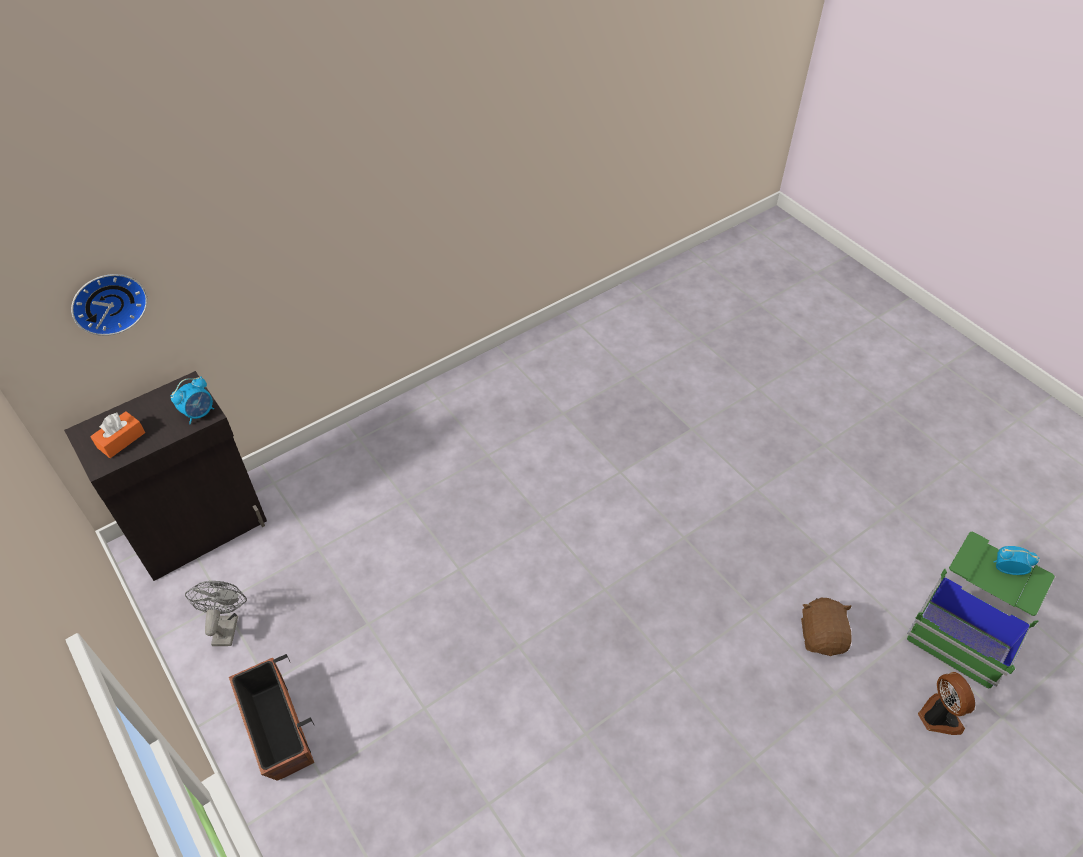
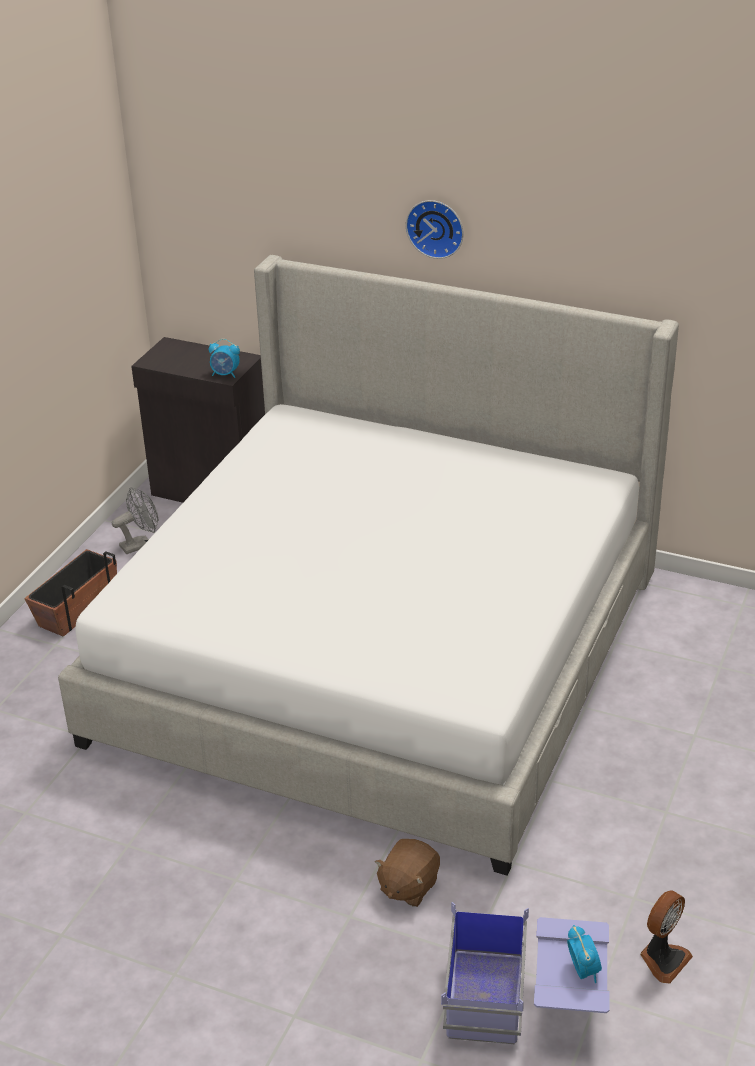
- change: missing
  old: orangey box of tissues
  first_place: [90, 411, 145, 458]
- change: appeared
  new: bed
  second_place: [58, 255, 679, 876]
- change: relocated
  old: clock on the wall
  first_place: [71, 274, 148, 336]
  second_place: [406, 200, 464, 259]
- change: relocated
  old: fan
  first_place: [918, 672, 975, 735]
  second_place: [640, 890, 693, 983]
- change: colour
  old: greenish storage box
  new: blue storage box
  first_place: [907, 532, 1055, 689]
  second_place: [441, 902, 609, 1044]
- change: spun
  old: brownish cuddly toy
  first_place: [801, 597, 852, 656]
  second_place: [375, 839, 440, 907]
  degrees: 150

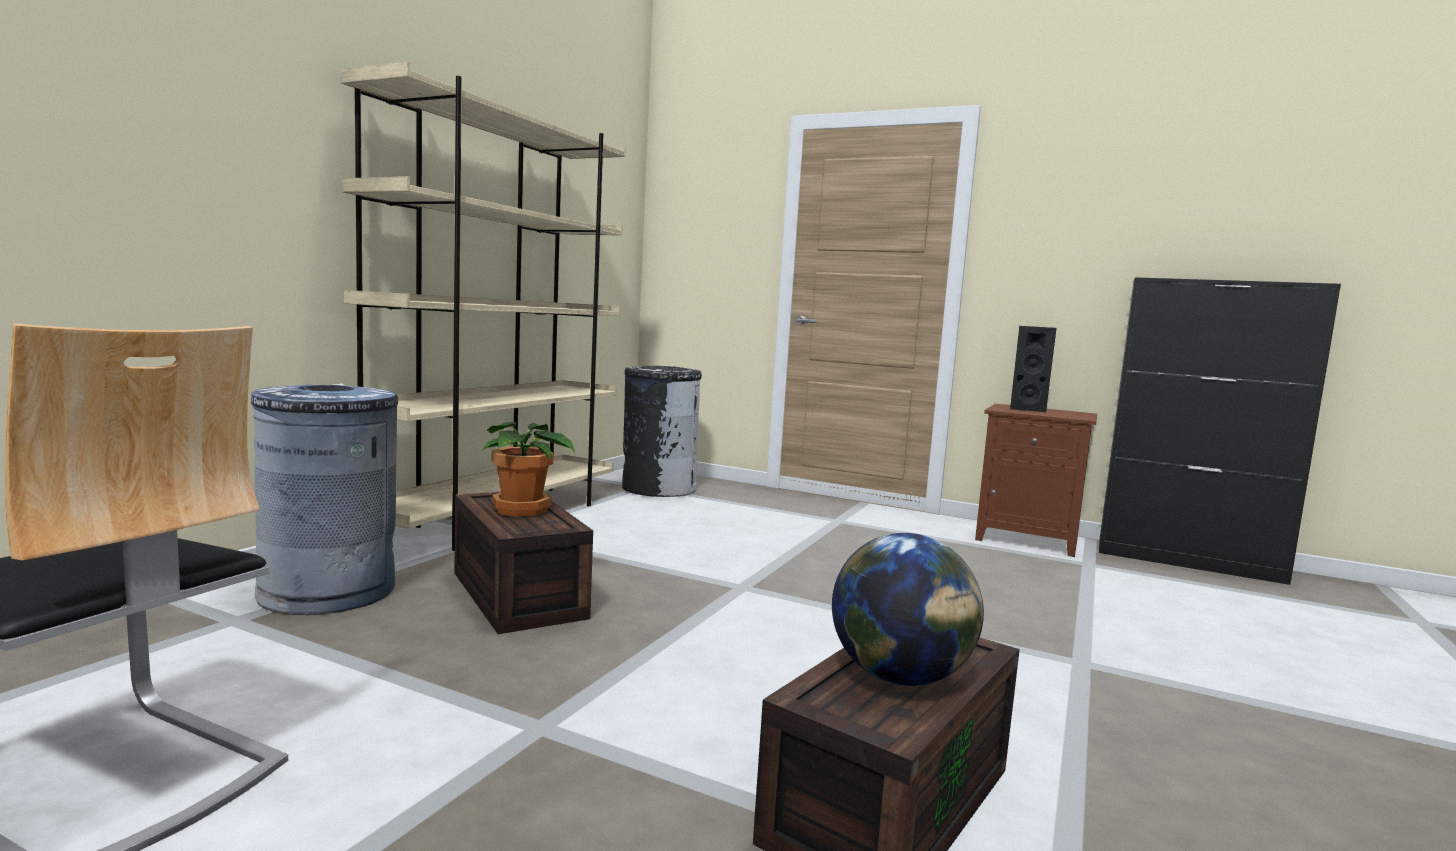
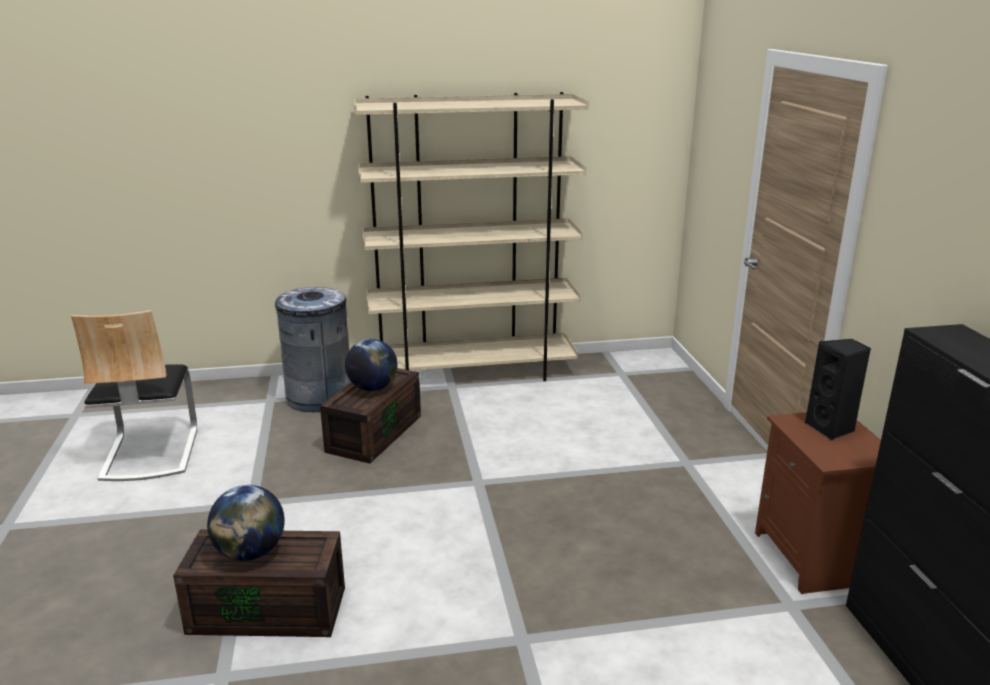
- change: missing
  old: blackish waste bin
  first_place: [622, 366, 702, 497]
- change: exchanged
  old: houseplant
  new: desk globe
  first_place: [483, 422, 575, 517]
  second_place: [345, 339, 398, 391]

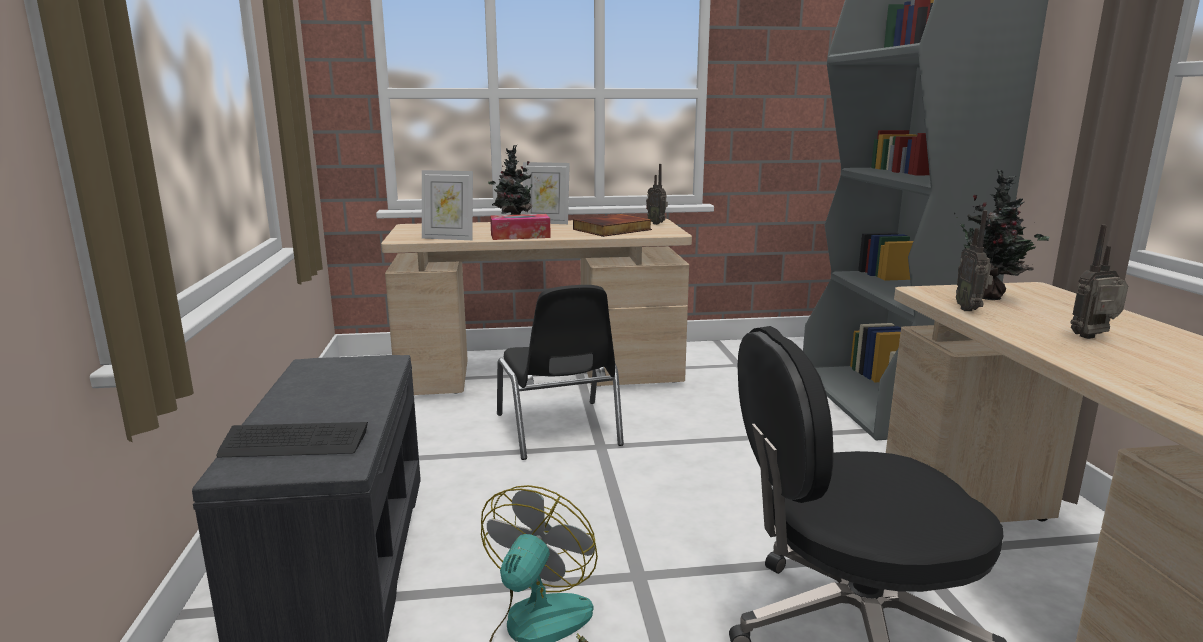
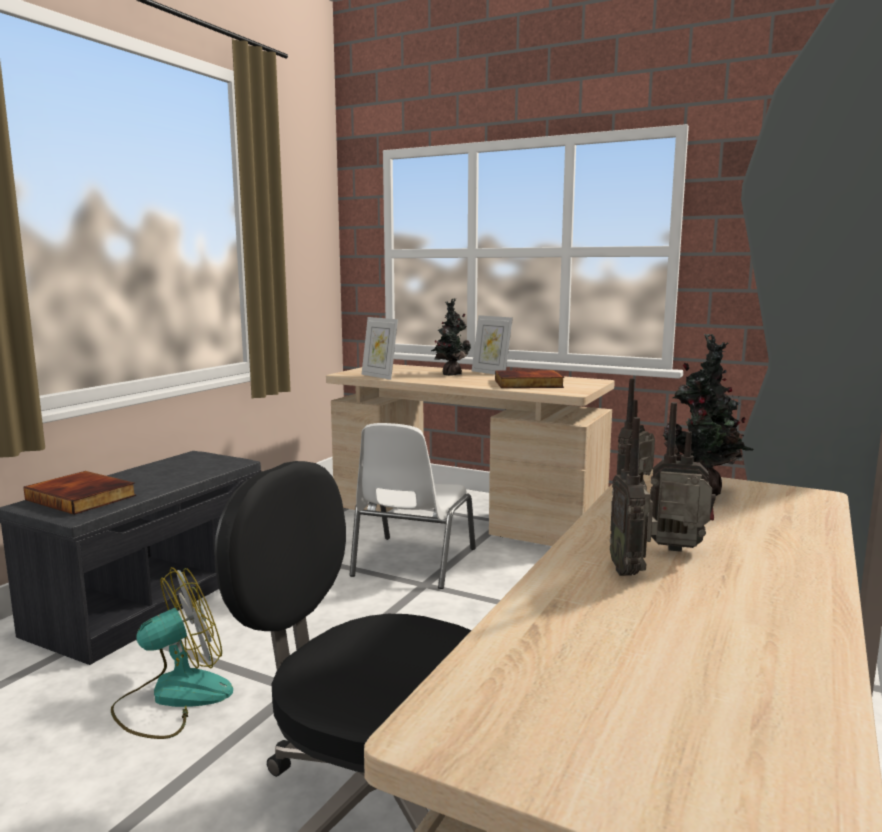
- change: missing
  old: box of tissues
  first_place: [490, 214, 551, 240]
- change: relocated
  old: radio set
  first_place: [646, 164, 668, 225]
  second_place: [610, 417, 658, 576]
- change: exchanged
  old: keyboard
  new: book
  first_place: [216, 422, 368, 457]
  second_place: [23, 471, 136, 515]
- change: colour
  old: blackish chair
  new: whitish chair
  first_place: [497, 285, 624, 460]
  second_place: [350, 423, 476, 589]

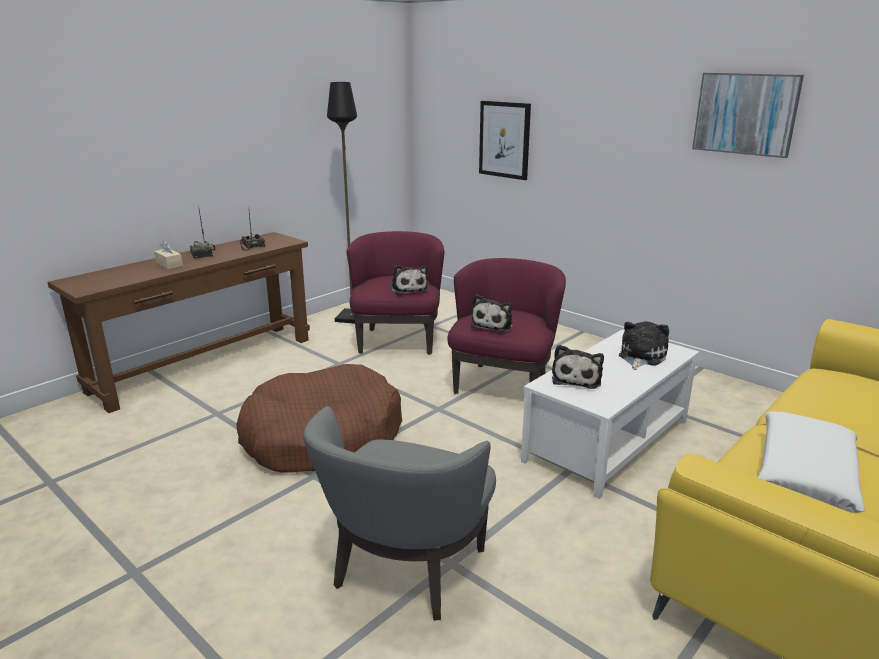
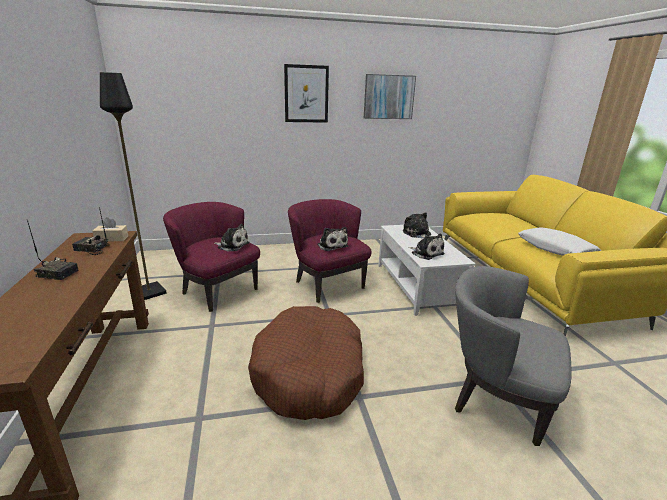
- change: relocated
  old: sand-coloured box of tissues
  first_place: [154, 241, 183, 269]
  second_place: [93, 217, 128, 242]
- change: relocated
  old: wall art
  first_place: [479, 101, 531, 180]
  second_place: [284, 64, 329, 123]
- change: spun
  old: gray lounge chair
  first_place: [303, 406, 496, 621]
  second_place: [455, 266, 572, 446]
  degrees: 150

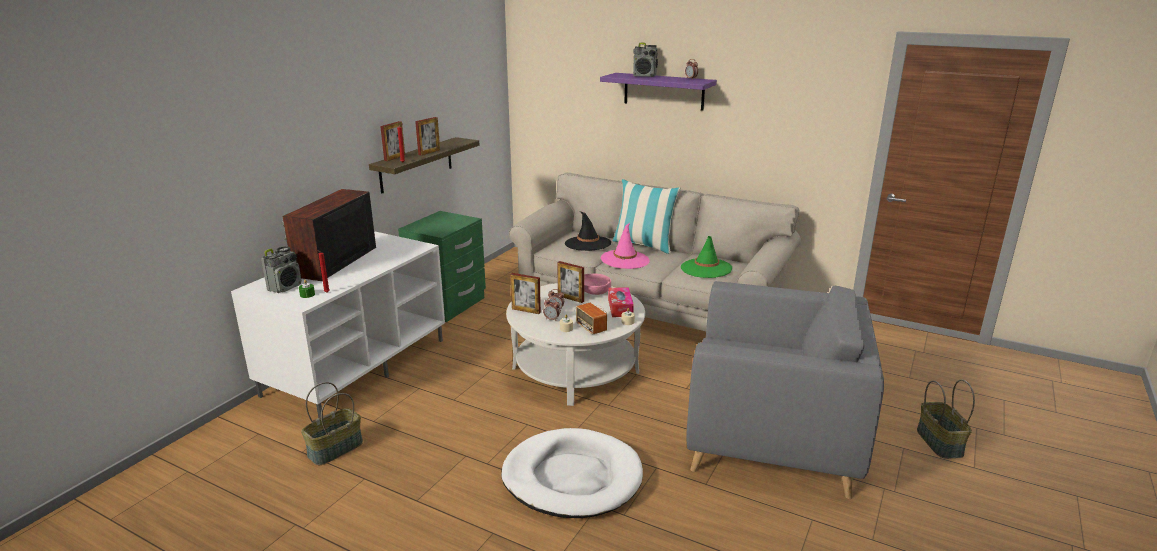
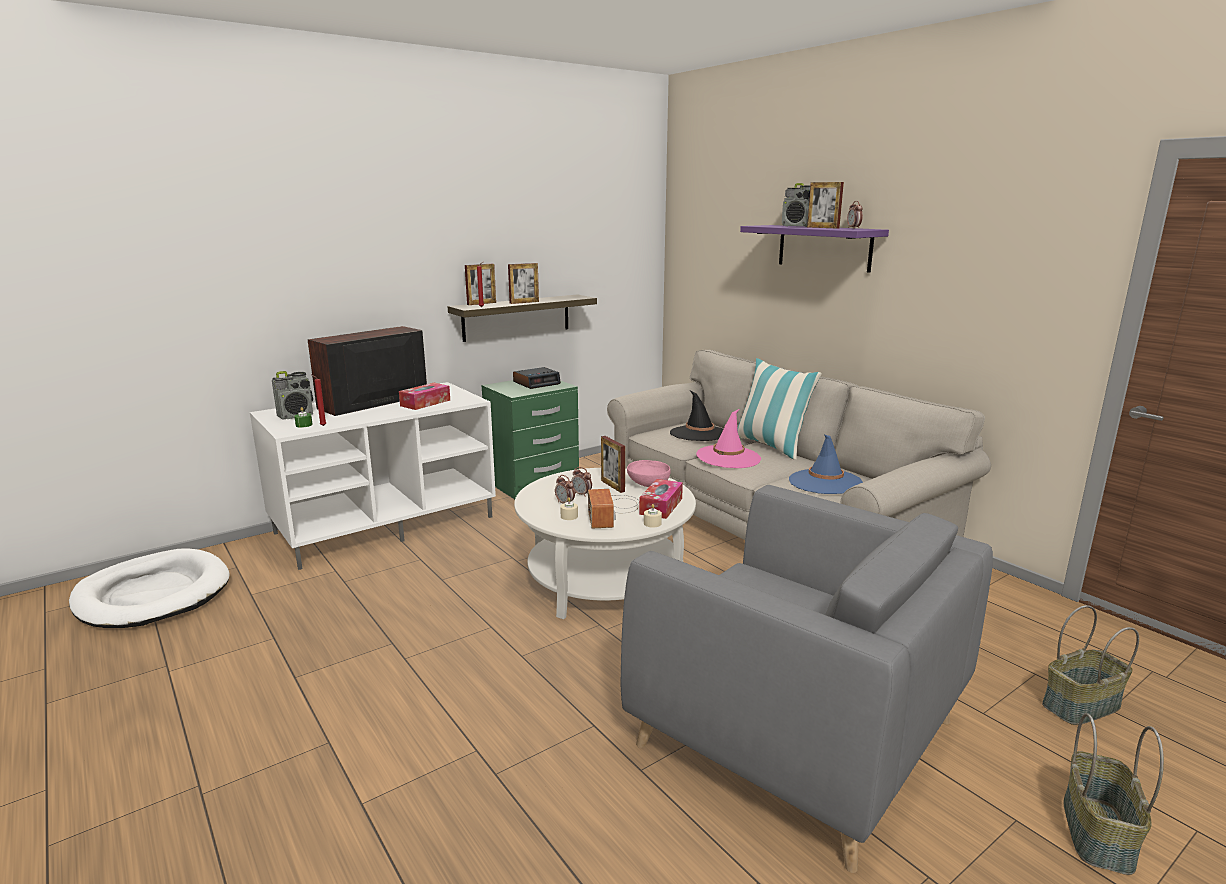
- change: appeared
  new: box of tissues
  second_place: [399, 383, 450, 410]
- change: appeared
  new: bedside clock
  second_place: [513, 367, 561, 389]
- change: relocated
  old: storage basket
  first_place: [301, 382, 363, 465]
  second_place: [1042, 605, 1139, 725]
- change: relocated
  old: whitish dog cushion
  first_place: [501, 428, 643, 518]
  second_place: [69, 548, 229, 628]
- change: relocated
  old: picture frame
  first_place: [510, 273, 541, 314]
  second_place: [807, 182, 844, 228]
- change: colour
  old: greenish hat
  new: blue hat
  first_place: [681, 236, 732, 278]
  second_place: [789, 434, 863, 494]

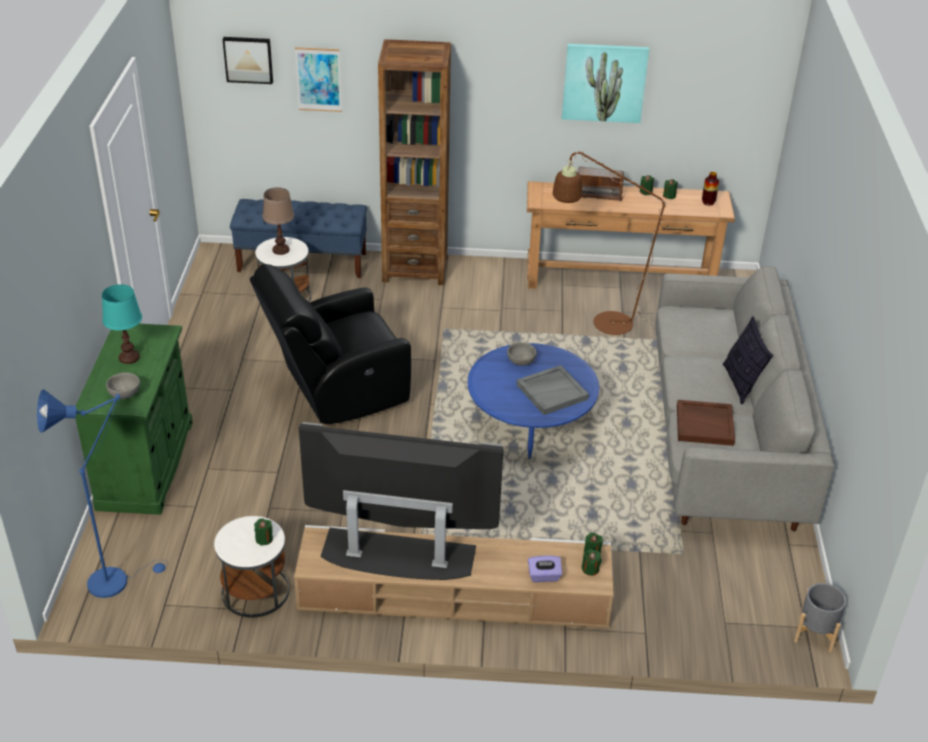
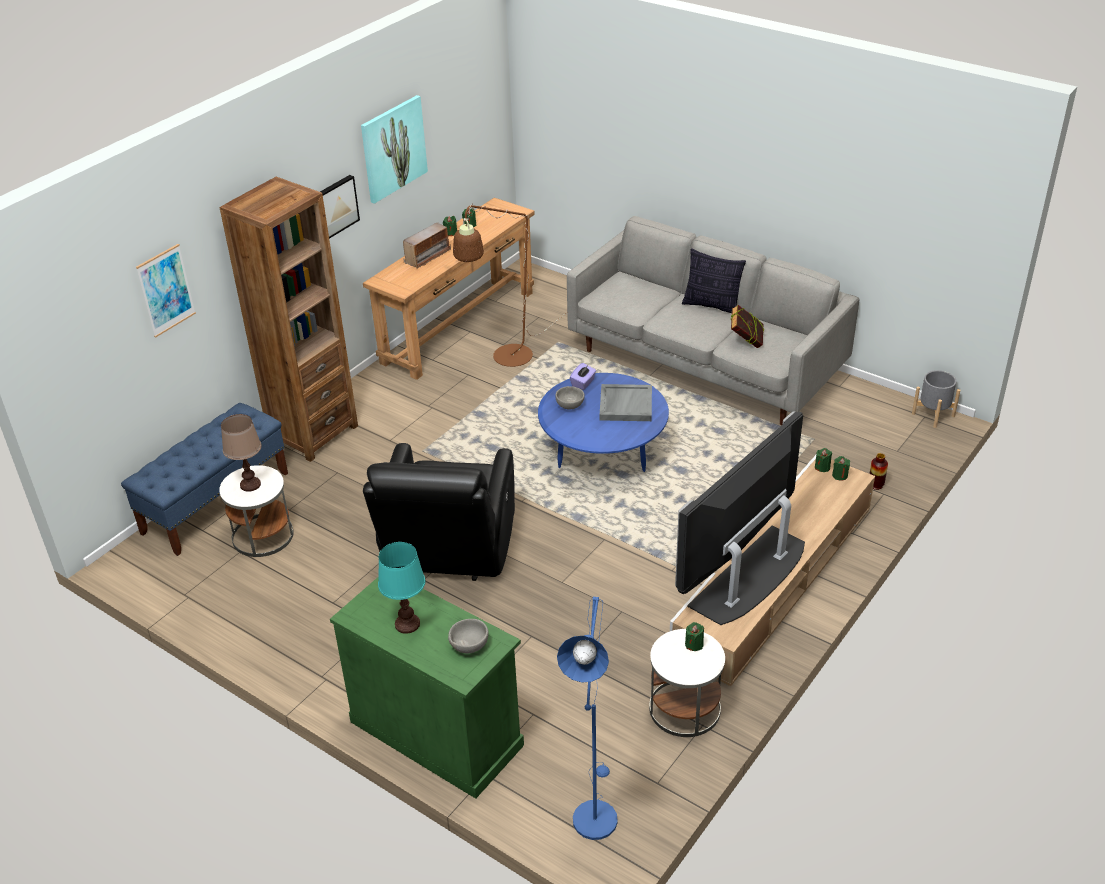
- change: relocated
  old: wall art
  first_place: [223, 37, 273, 84]
  second_place: [320, 175, 360, 239]
- change: relocated
  old: purplish box of tissues
  first_place: [528, 556, 562, 582]
  second_place: [570, 363, 596, 390]
- change: relocated
  old: flower vase
  first_place: [702, 172, 719, 206]
  second_place: [869, 453, 888, 490]
- change: exchanged
  old: brownish tray
  new: book
  first_place: [677, 400, 735, 446]
  second_place: [731, 305, 764, 348]

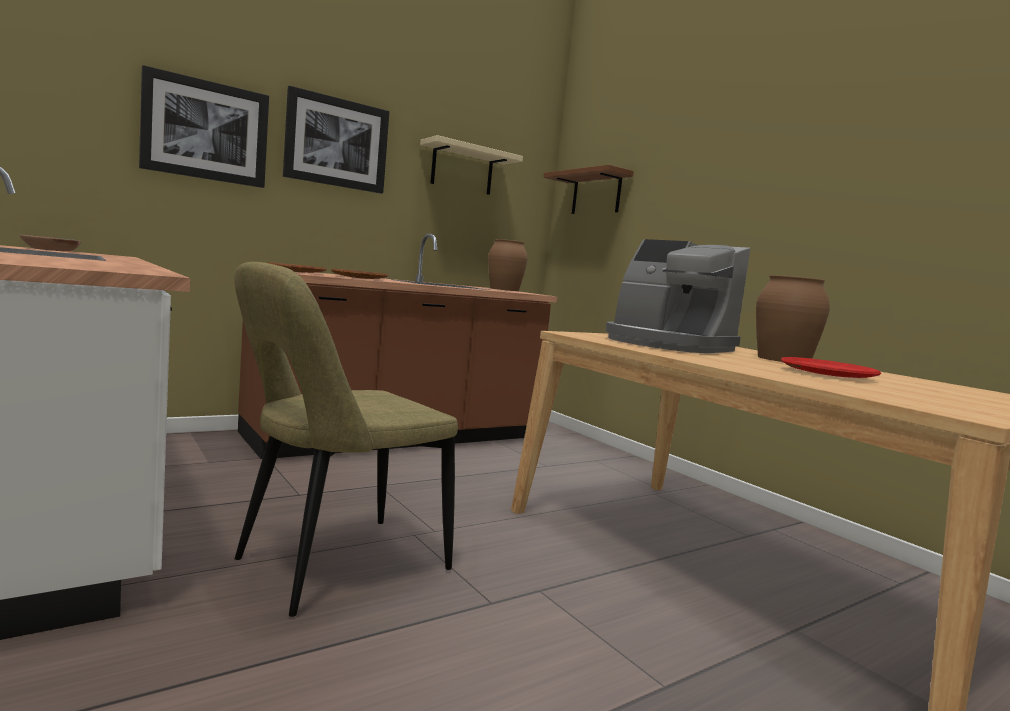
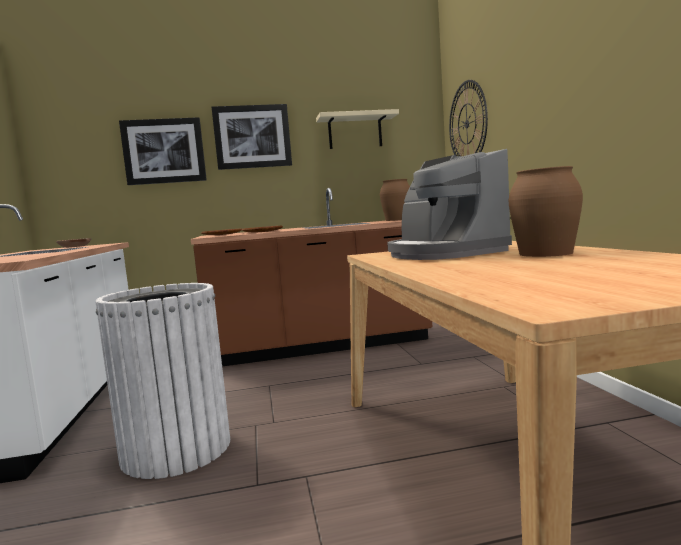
- change: missing
  old: red-coloured plate
  first_place: [781, 357, 881, 378]
- change: exchanged
  old: sand-coloured chair
  new: whitish waste bin
  first_place: [234, 262, 458, 617]
  second_place: [95, 283, 230, 479]
- change: exchanged
  old: brownish wall shelf
  new: clock on the wall
  first_place: [543, 165, 634, 214]
  second_place: [449, 80, 488, 156]

